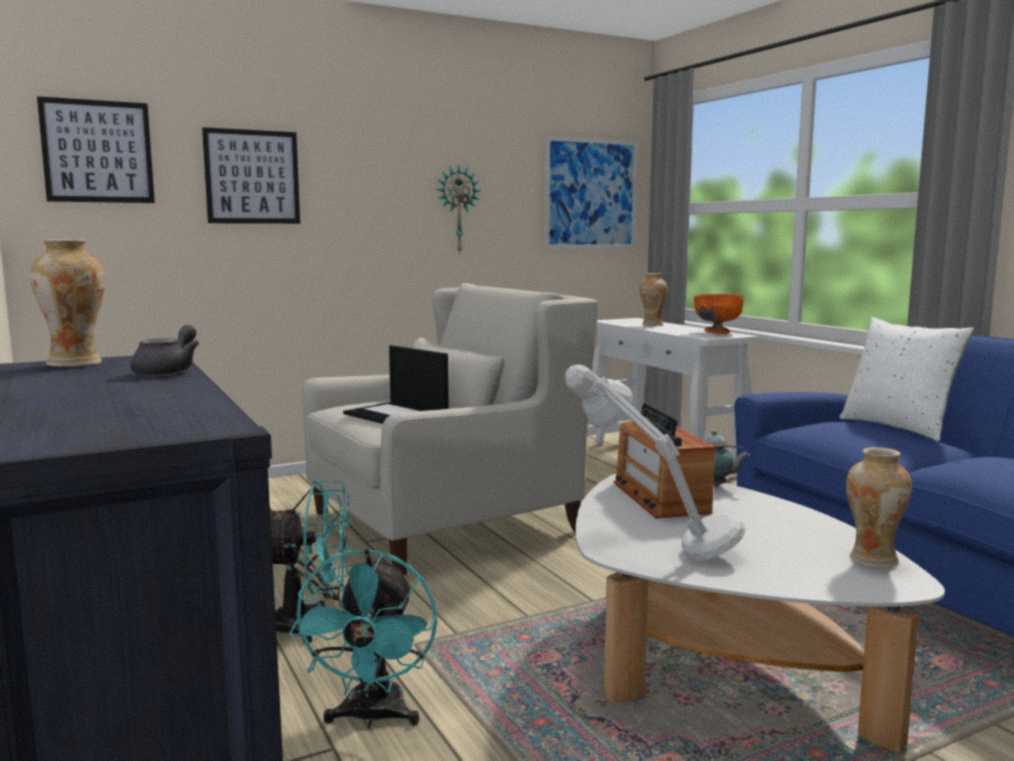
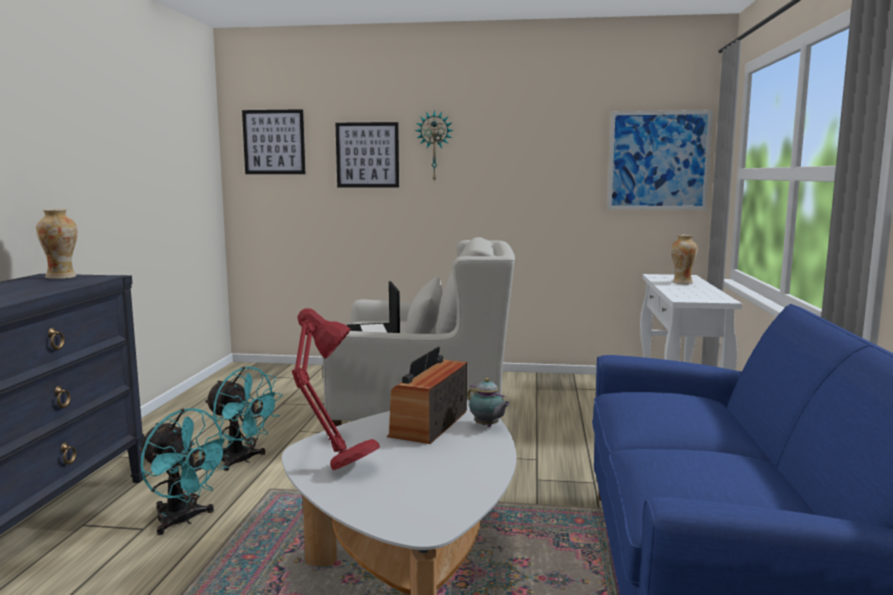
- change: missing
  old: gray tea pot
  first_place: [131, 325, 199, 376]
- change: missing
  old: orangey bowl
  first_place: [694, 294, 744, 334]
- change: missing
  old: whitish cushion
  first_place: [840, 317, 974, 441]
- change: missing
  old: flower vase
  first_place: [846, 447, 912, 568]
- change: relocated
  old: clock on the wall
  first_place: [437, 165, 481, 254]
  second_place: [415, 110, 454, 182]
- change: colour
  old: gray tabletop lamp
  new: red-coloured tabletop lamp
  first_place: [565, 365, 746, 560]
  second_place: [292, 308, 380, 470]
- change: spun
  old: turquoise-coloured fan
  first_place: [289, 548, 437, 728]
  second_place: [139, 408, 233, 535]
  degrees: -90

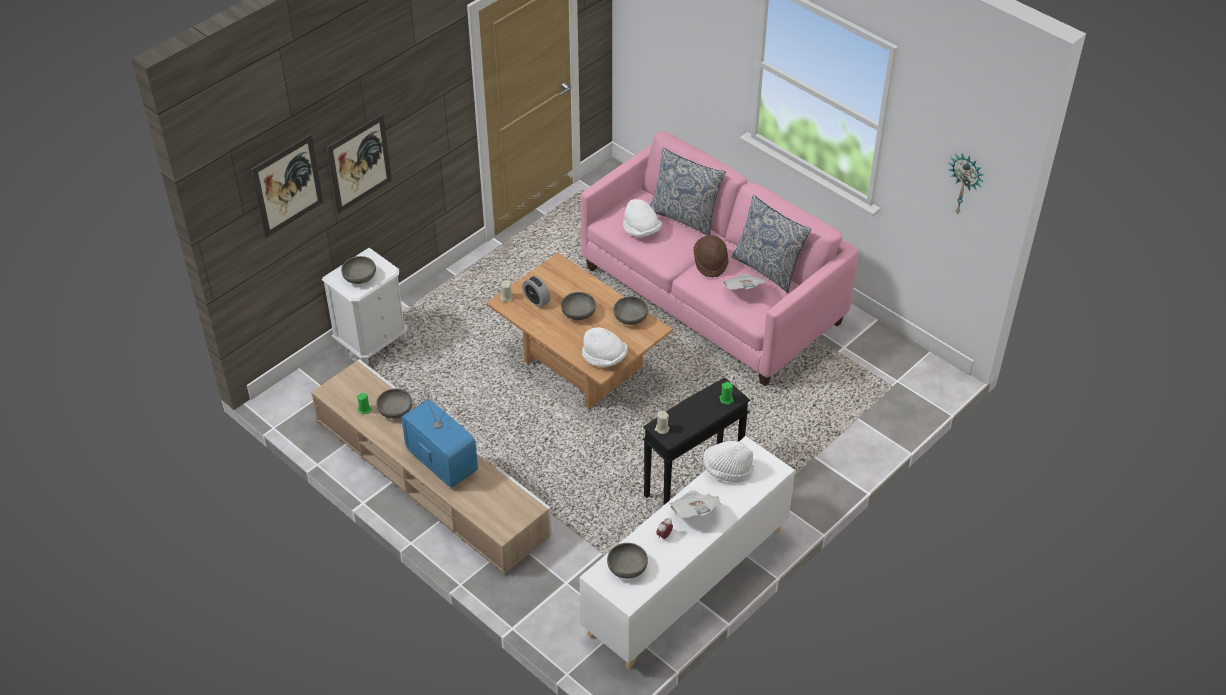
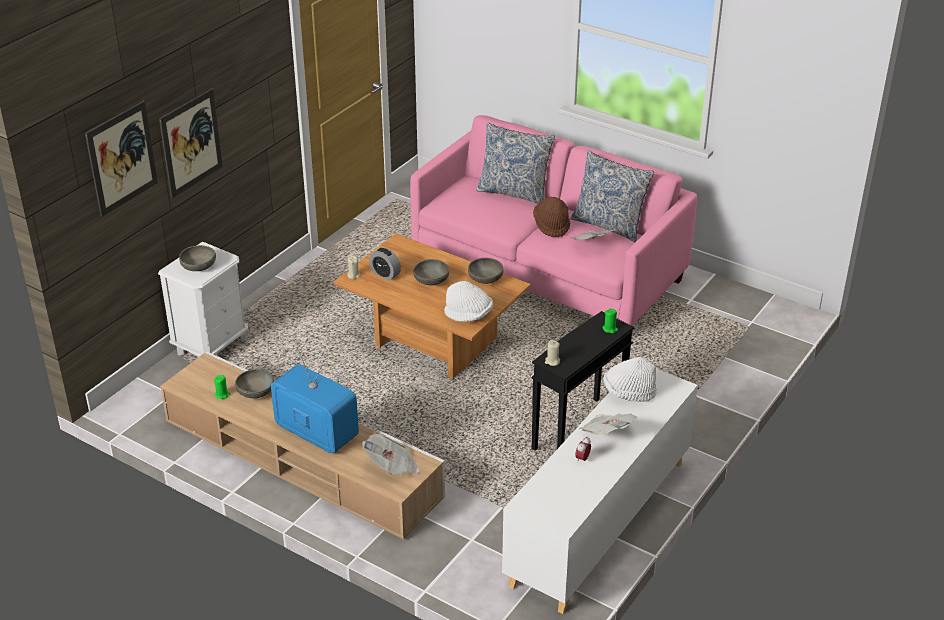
- change: missing
  old: gray bowl
  first_place: [607, 543, 648, 579]
- change: missing
  old: whitish hat
  first_place: [623, 199, 662, 237]
- change: missing
  old: clock on the wall
  first_place: [948, 154, 984, 214]
- change: appeared
  new: daily paper
  second_place: [362, 434, 420, 475]

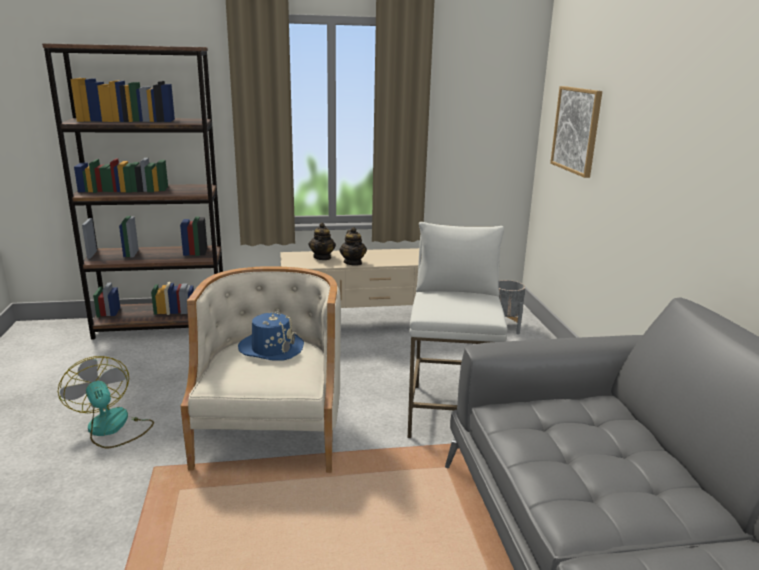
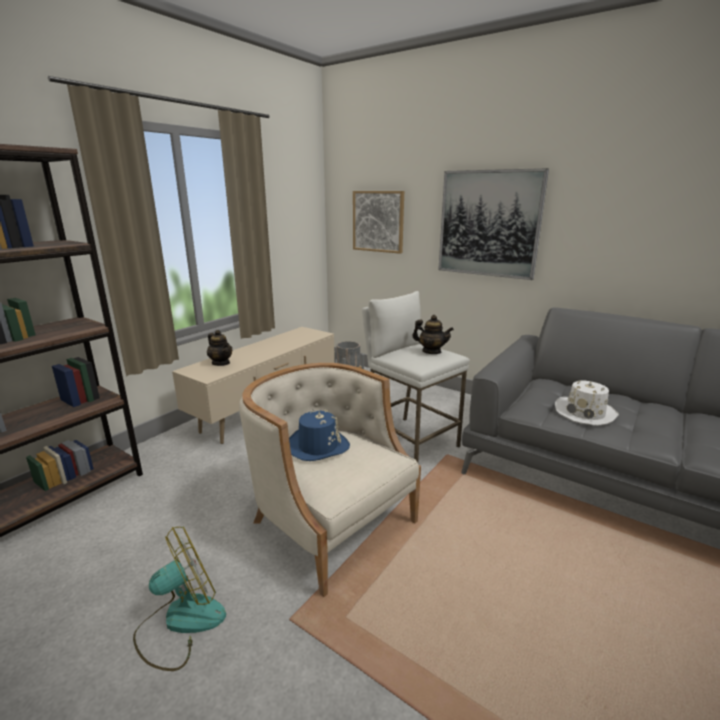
- change: appeared
  new: wall art
  second_place: [438, 168, 549, 280]
- change: appeared
  new: whitish hat
  second_place: [555, 380, 619, 426]
- change: relocated
  old: tea pot
  first_place: [339, 227, 367, 266]
  second_place: [412, 315, 454, 354]
- change: spun
  old: fan
  first_place: [58, 356, 154, 448]
  second_place: [133, 526, 226, 671]
  degrees: 135

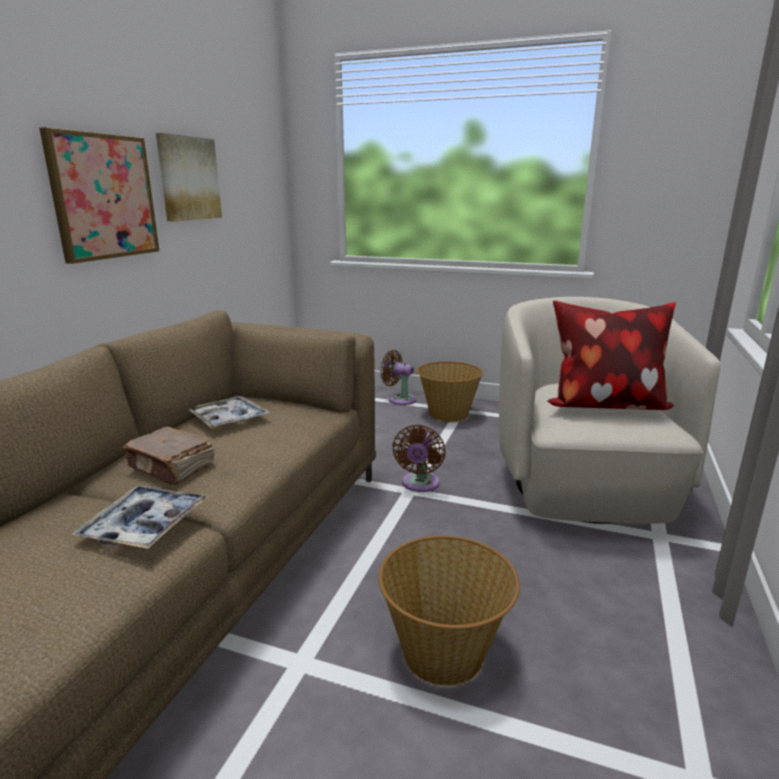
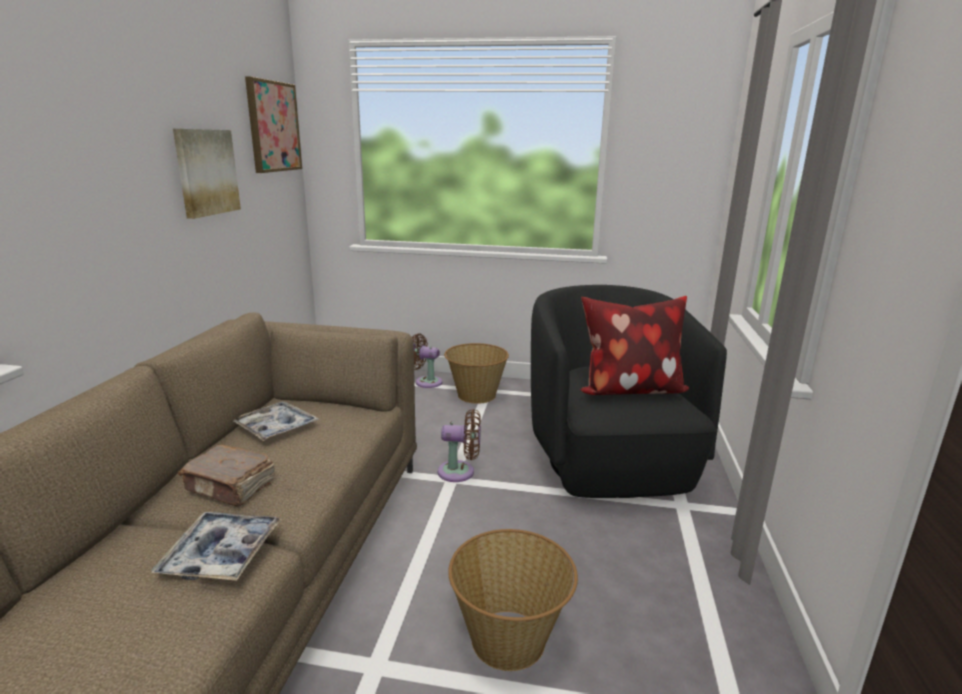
- change: relocated
  old: wall art
  first_place: [39, 127, 159, 264]
  second_place: [245, 77, 302, 173]
- change: colour
  old: sand-coloured lounge chair
  new: blackish lounge chair
  first_place: [499, 297, 720, 524]
  second_place: [531, 285, 727, 498]
- change: spun
  old: brownish fan
  first_place: [392, 425, 446, 492]
  second_place: [438, 409, 481, 482]
  degrees: -90

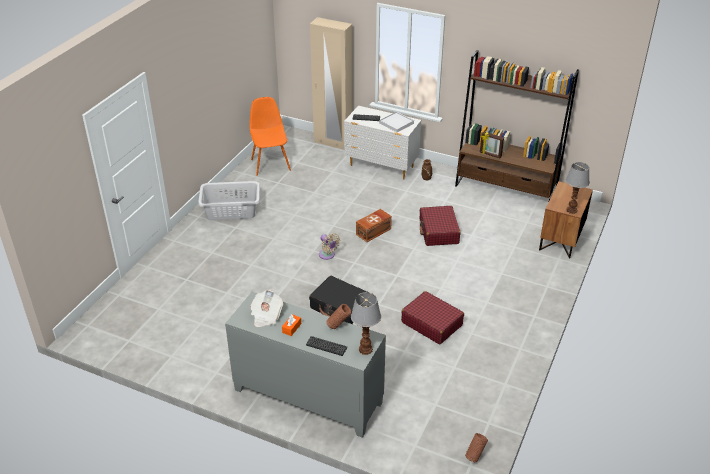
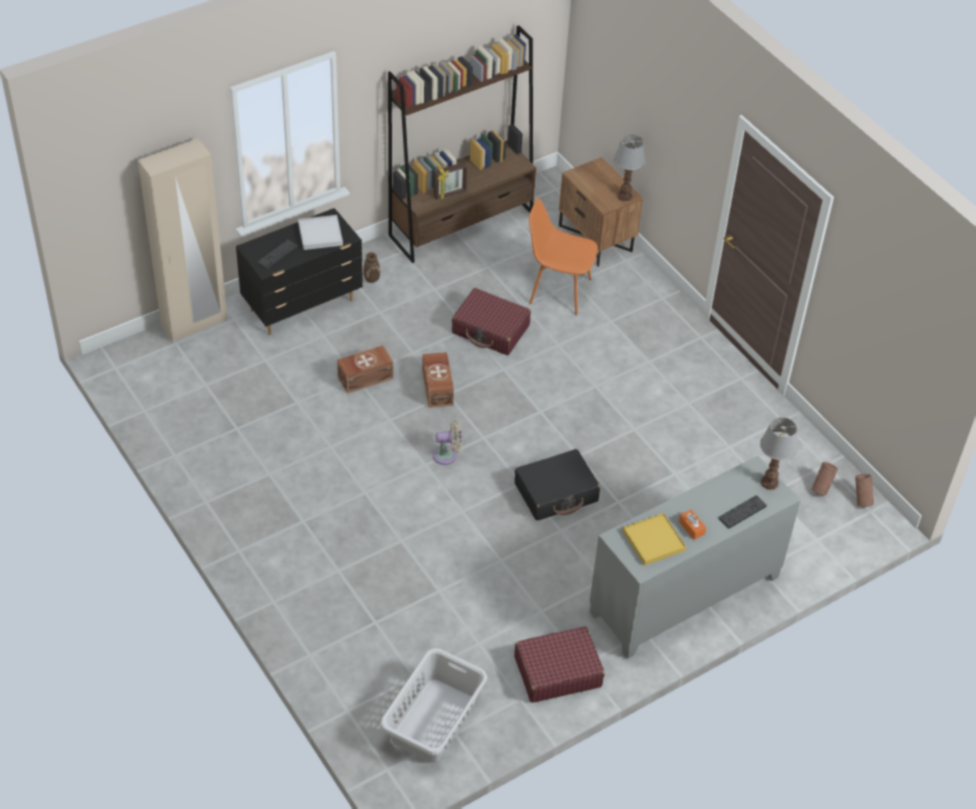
- change: appeared
  new: brownish storage box
  second_place: [337, 345, 393, 394]
- change: relocated
  old: gray laundry basket
  first_place: [198, 181, 260, 220]
  second_place: [380, 648, 487, 762]
- change: relocated
  old: orangey chair
  first_place: [249, 97, 291, 176]
  second_place: [529, 198, 598, 315]
- change: relocated
  old: brownish flower vase
  first_place: [327, 304, 351, 329]
  second_place: [812, 462, 838, 496]
- change: relocated
  old: red-coloured travel case
  first_place: [401, 291, 464, 344]
  second_place: [514, 626, 605, 703]
- change: exchanged
  old: daily paper
  new: yellowish tray
  first_place: [250, 290, 283, 327]
  second_place: [623, 513, 686, 566]
- change: colour
  old: whitish chest of drawers
  new: blackish chest of drawers
  first_place: [344, 106, 421, 179]
  second_place: [236, 208, 363, 335]

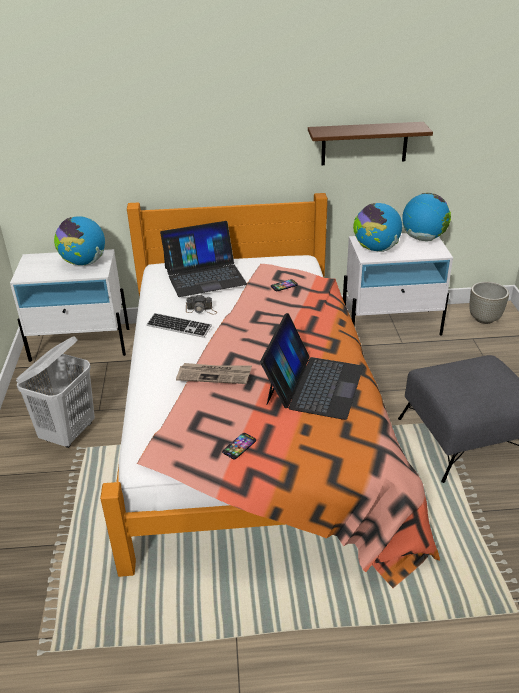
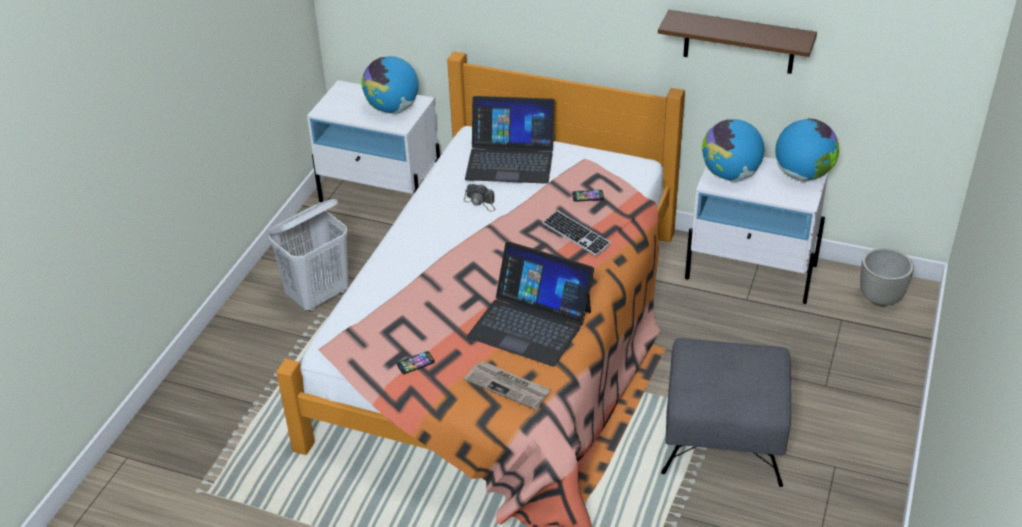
- change: relocated
  old: keyboard
  first_place: [146, 313, 212, 338]
  second_place: [542, 211, 611, 256]
- change: relocated
  old: daily paper
  first_place: [176, 363, 252, 384]
  second_place: [464, 361, 551, 410]
- change: spun
  old: portable computer
  first_place: [260, 313, 363, 420]
  second_place: [467, 241, 594, 366]
  degrees: 75

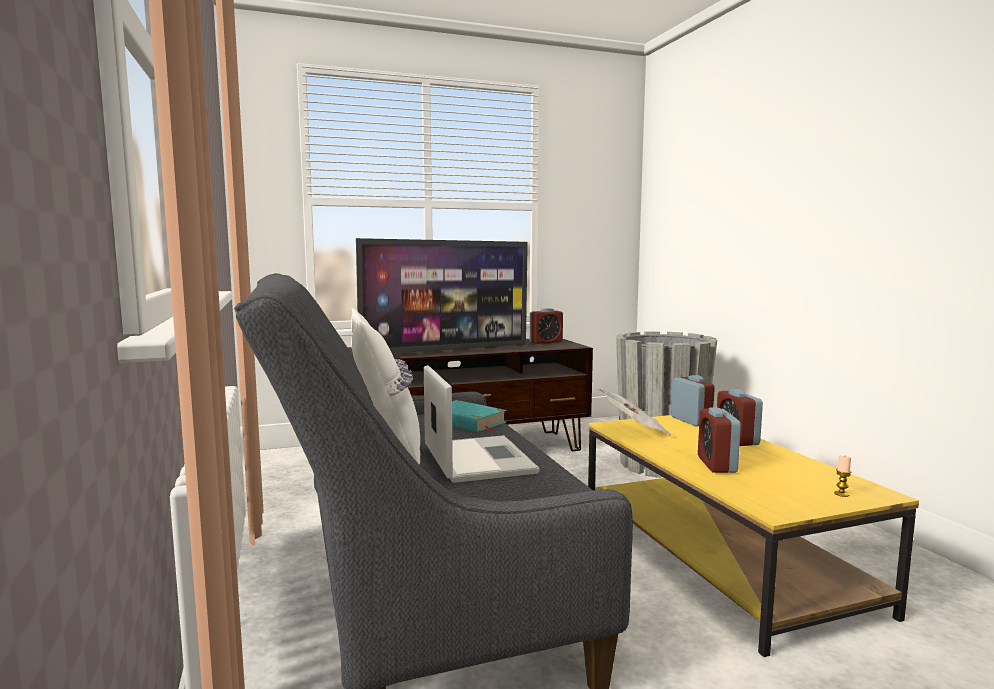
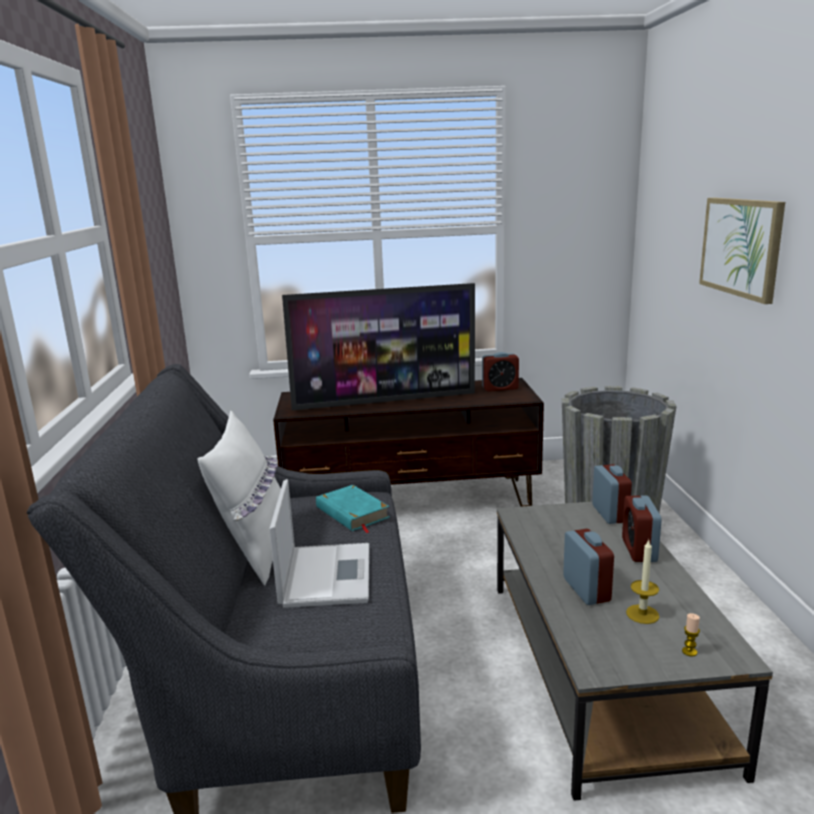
- change: missing
  old: daily paper
  first_place: [596, 388, 674, 436]
- change: appeared
  new: wax candle
  second_place: [626, 539, 659, 624]
- change: appeared
  new: wall art
  second_place: [699, 198, 785, 304]
- change: colour
  old: yellowish lounge table
  new: gray lounge table
  first_place: [588, 415, 919, 657]
  second_place: [497, 501, 773, 801]
- change: spun
  old: bedside clock
  first_place: [698, 408, 741, 473]
  second_place: [563, 529, 614, 605]
  degrees: 150

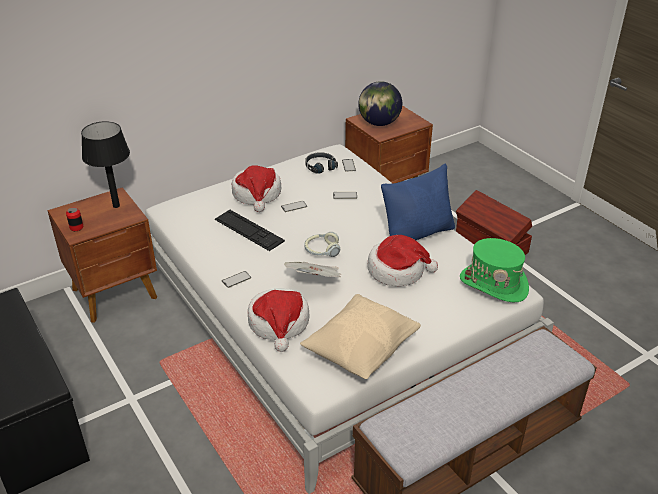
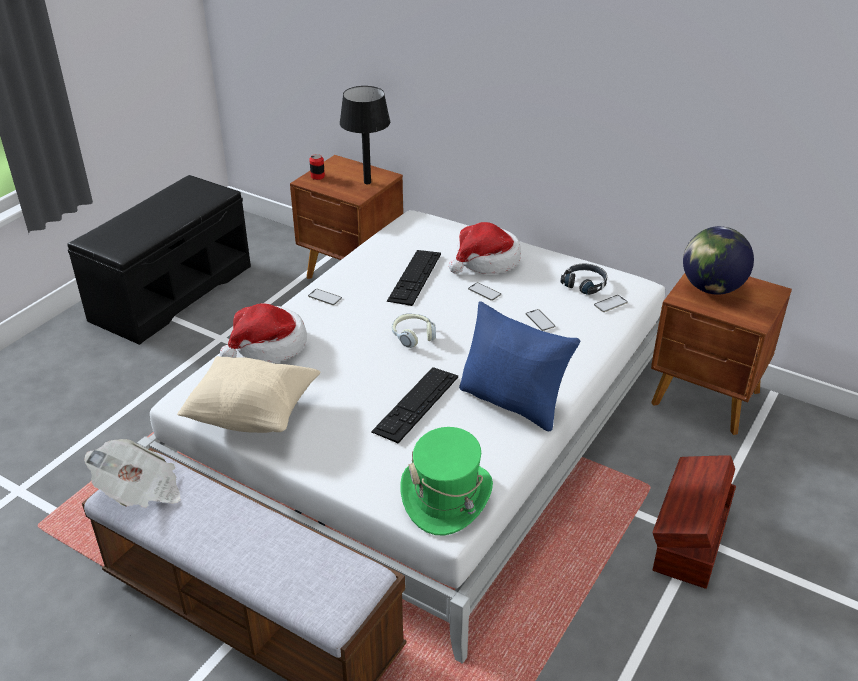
- change: relocated
  old: daily paper
  first_place: [284, 262, 341, 277]
  second_place: [84, 439, 181, 508]
- change: exchanged
  old: hat
  new: keyboard
  first_place: [367, 235, 438, 287]
  second_place: [371, 367, 458, 443]

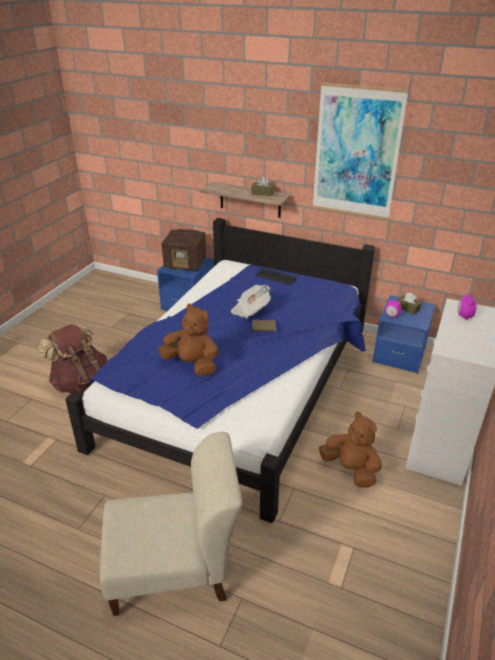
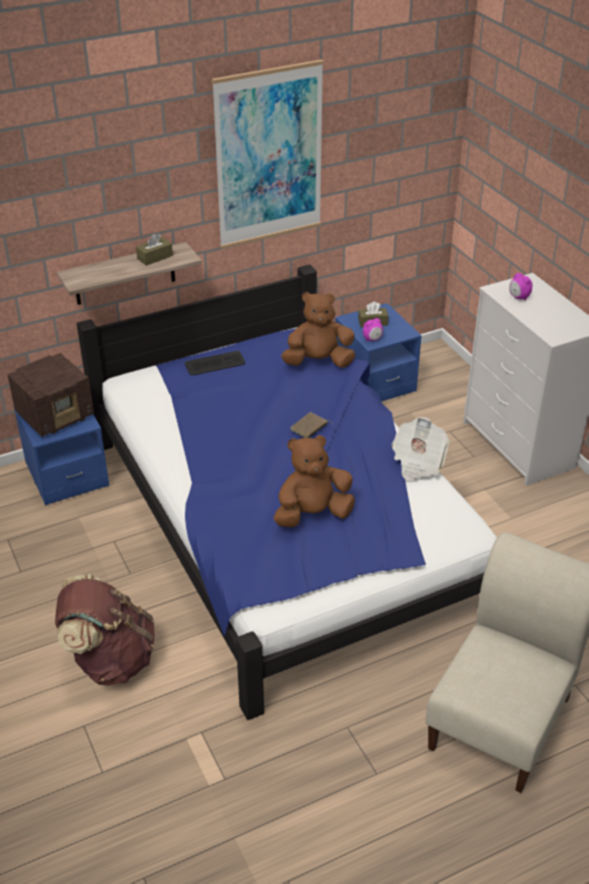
- change: relocated
  old: daily paper
  first_place: [231, 285, 271, 319]
  second_place: [392, 417, 450, 480]
- change: relocated
  old: brownish cuddly toy
  first_place: [319, 411, 382, 488]
  second_place: [281, 292, 355, 368]

